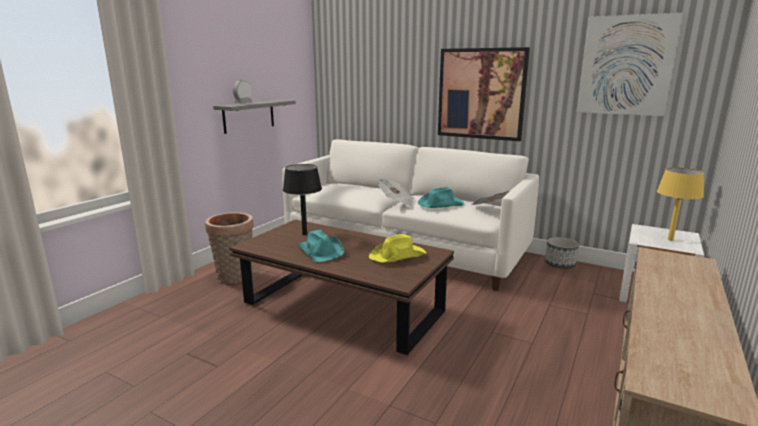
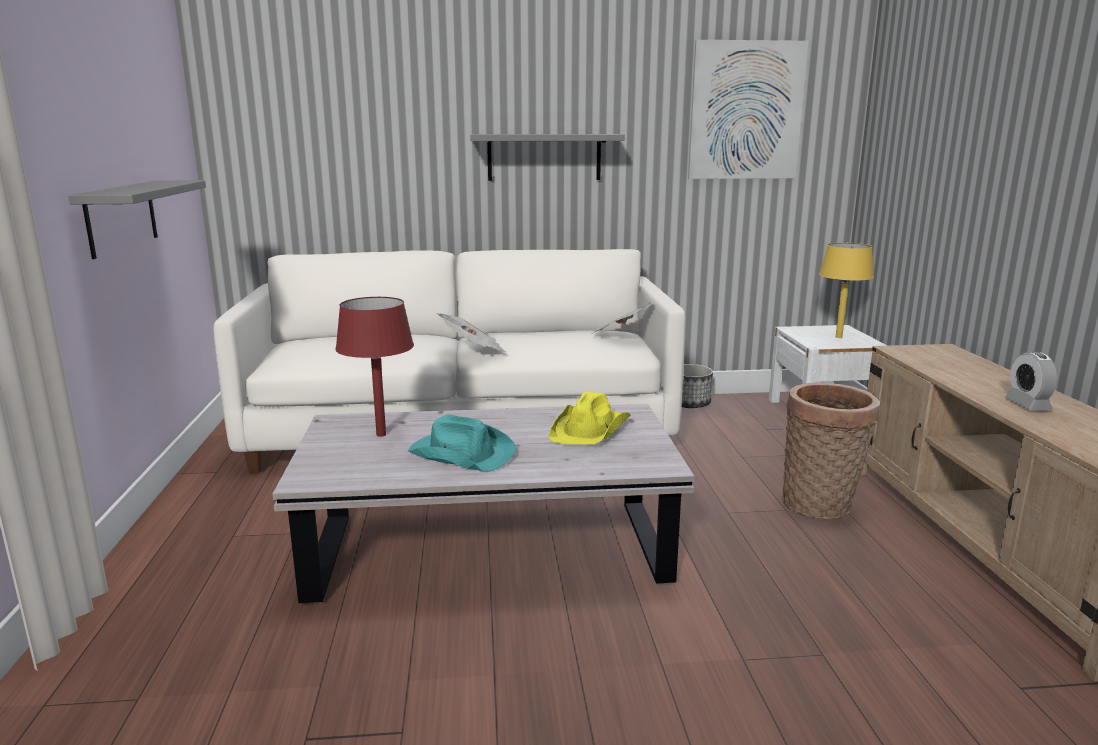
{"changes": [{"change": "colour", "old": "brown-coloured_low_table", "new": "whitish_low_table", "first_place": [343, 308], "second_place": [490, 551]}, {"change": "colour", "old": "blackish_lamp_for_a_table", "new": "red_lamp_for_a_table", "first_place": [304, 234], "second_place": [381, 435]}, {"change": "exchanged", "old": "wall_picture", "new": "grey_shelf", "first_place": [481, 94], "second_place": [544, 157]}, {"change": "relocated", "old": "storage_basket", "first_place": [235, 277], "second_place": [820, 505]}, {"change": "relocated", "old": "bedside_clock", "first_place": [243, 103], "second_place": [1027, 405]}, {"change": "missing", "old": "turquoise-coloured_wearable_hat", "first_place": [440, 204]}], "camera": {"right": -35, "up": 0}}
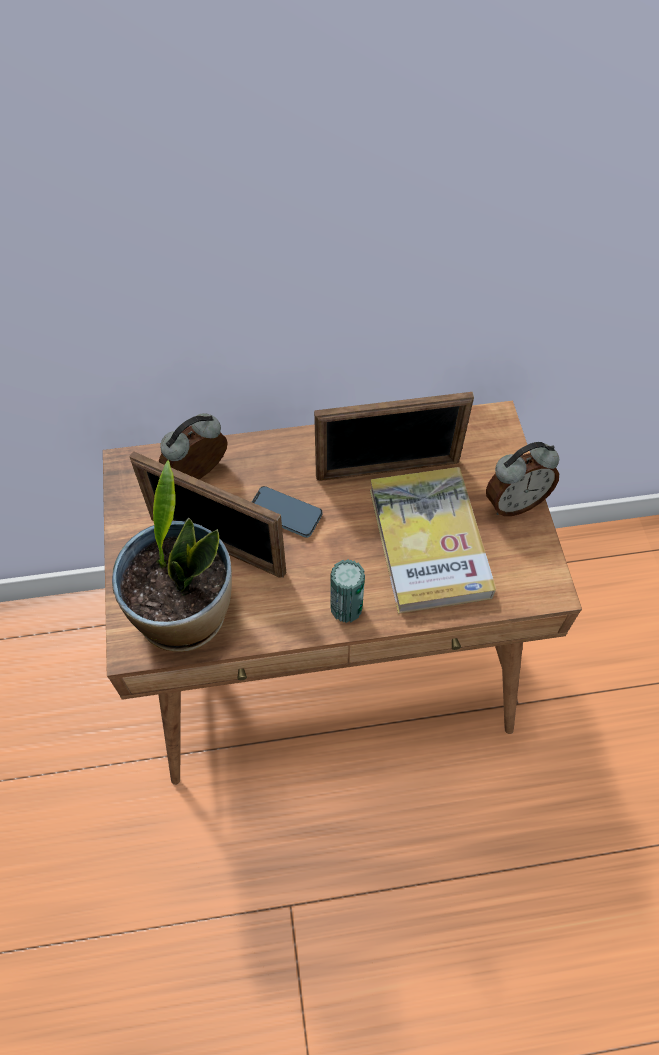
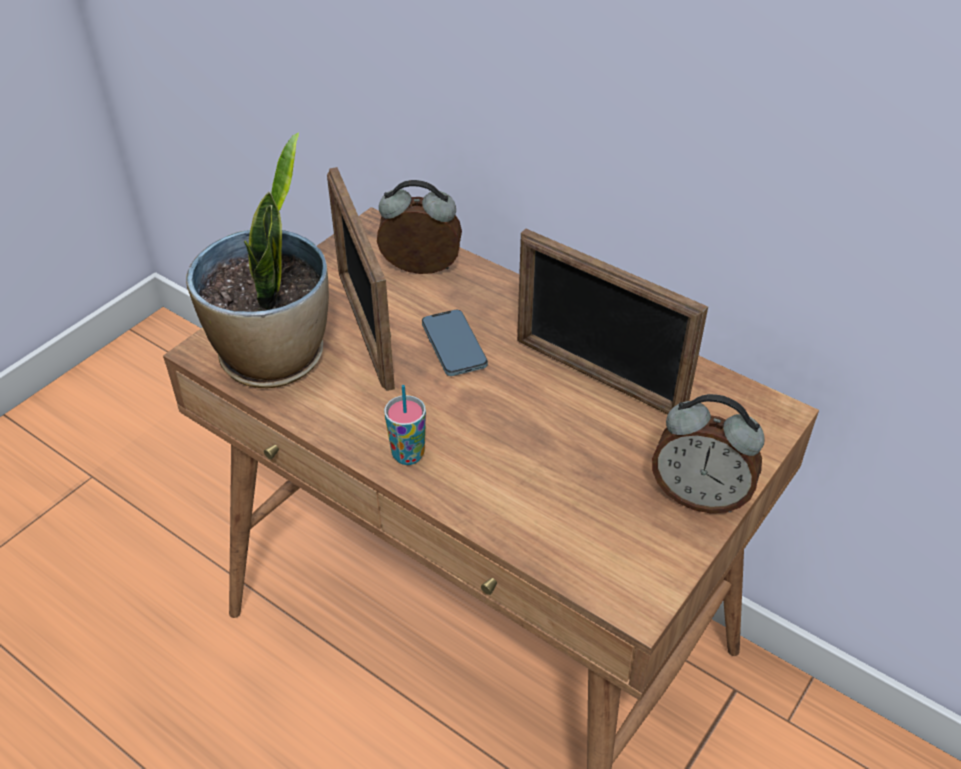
{"changes": [{"change": "exchanged", "old": "sealed_can", "new": "cup", "first_place": [346, 608], "second_place": [408, 455]}, {"change": "missing", "old": "volume", "first_place": [429, 542]}], "camera": {"right": 45, "up": -15}}
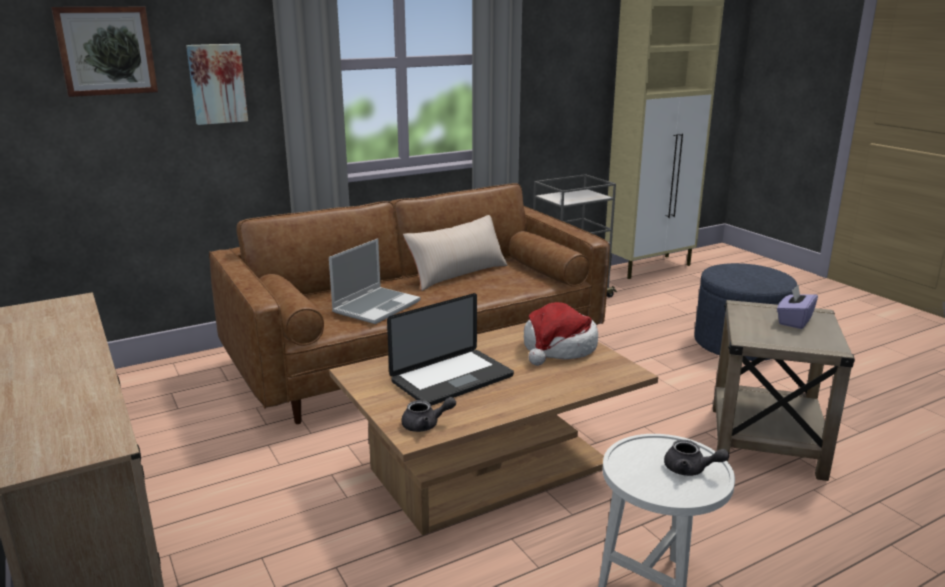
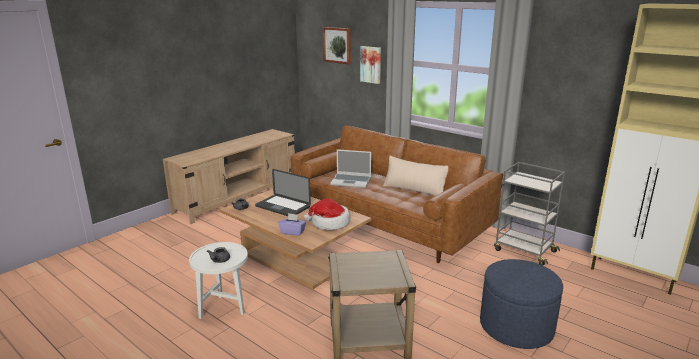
{"changes": [{"change": "relocated", "old": "purplish_tissue_box", "first_place": [794, 321], "second_place": [292, 232]}], "camera": {"right": 70, "up": 0}}
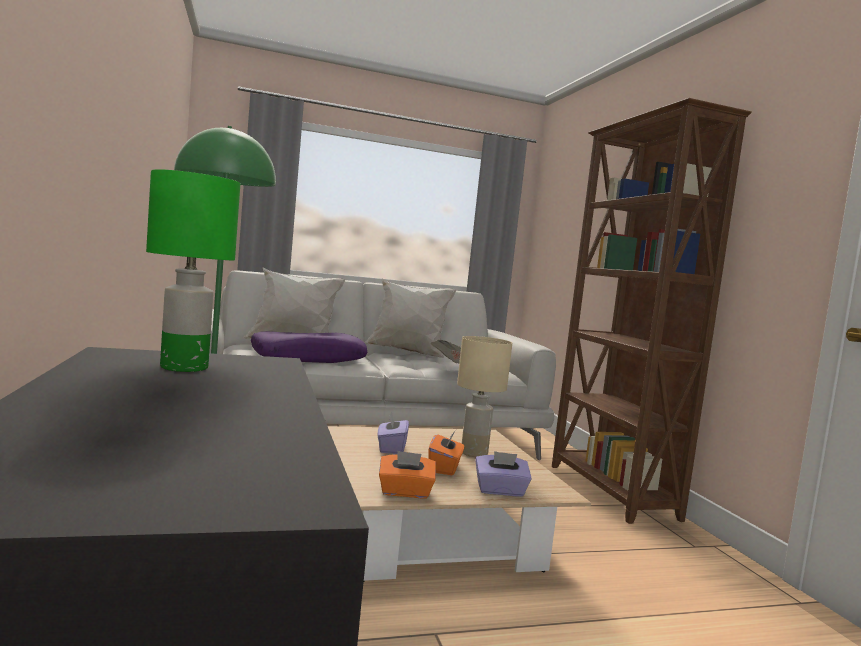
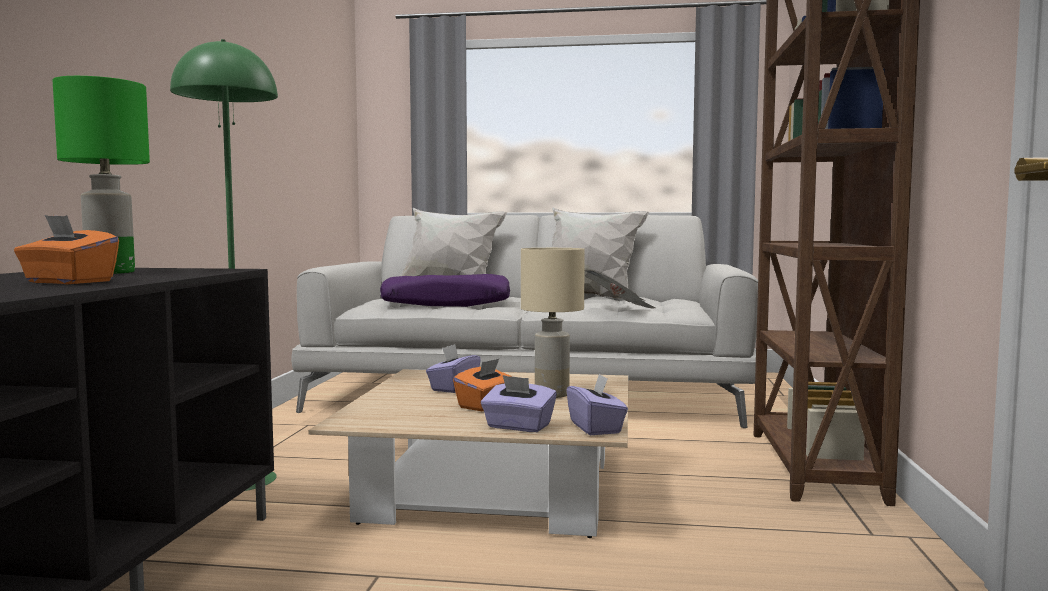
{"changes": [{"change": "relocated", "old": "orange_tissue_box", "first_place": [405, 492], "second_place": [68, 282]}, {"change": "appeared", "new": "purplish_tissue_box", "second_place": [596, 427]}], "camera": {"right": 25, "up": 0}}
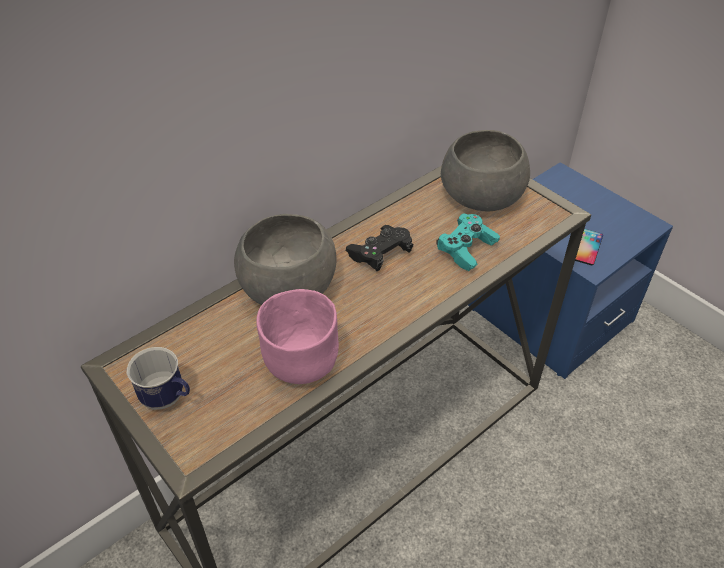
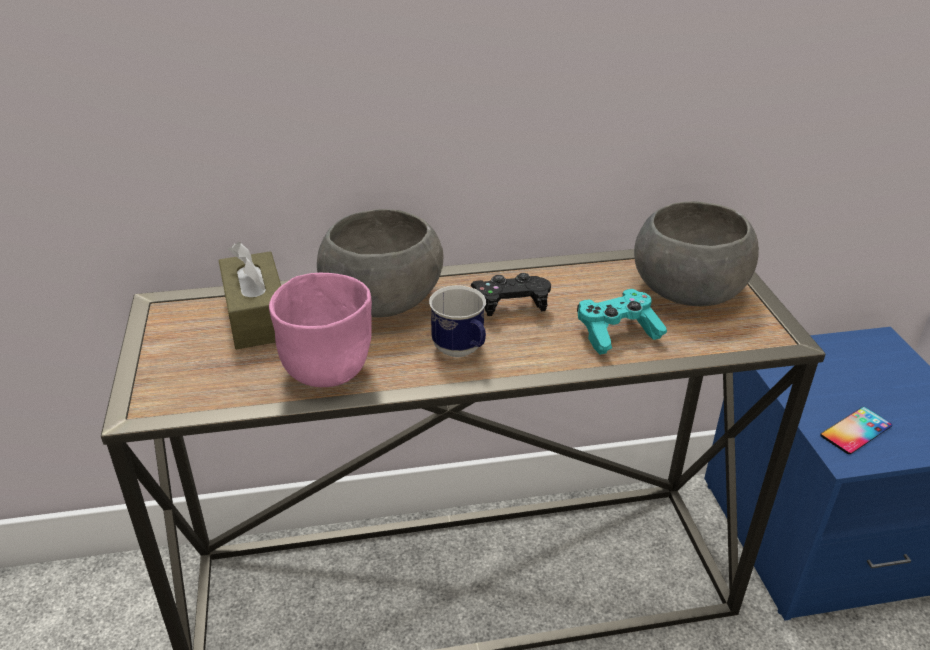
{"changes": [{"change": "appeared", "new": "brown-coloured_tissue_box", "second_place": [257, 316]}, {"change": "relocated", "old": "mug", "first_place": [168, 399], "second_place": [462, 352]}], "camera": {"right": 30, "up": -10}}
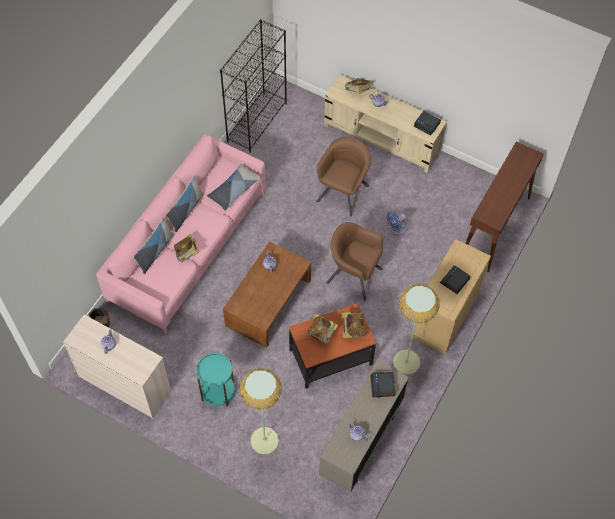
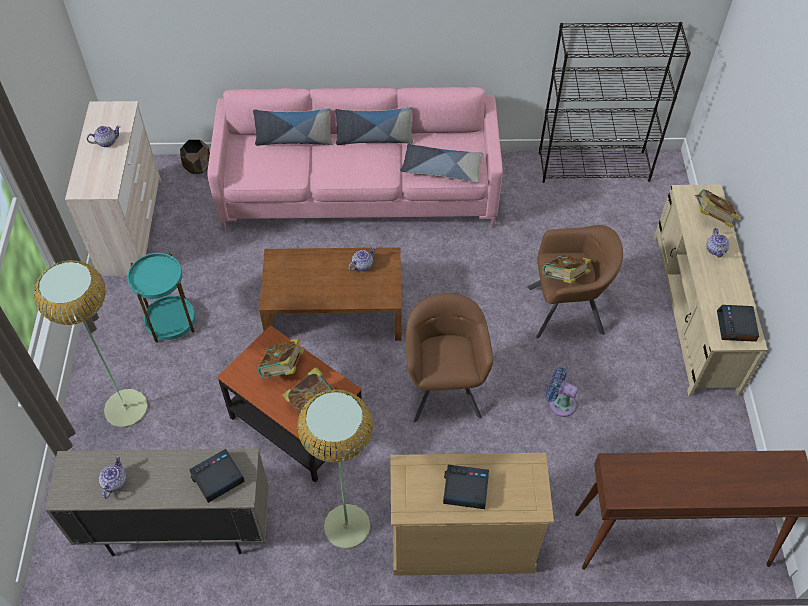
{"changes": [{"change": "relocated", "old": "volume", "first_place": [187, 254], "second_place": [564, 279]}], "camera": {"right": 60, "up": -5}}
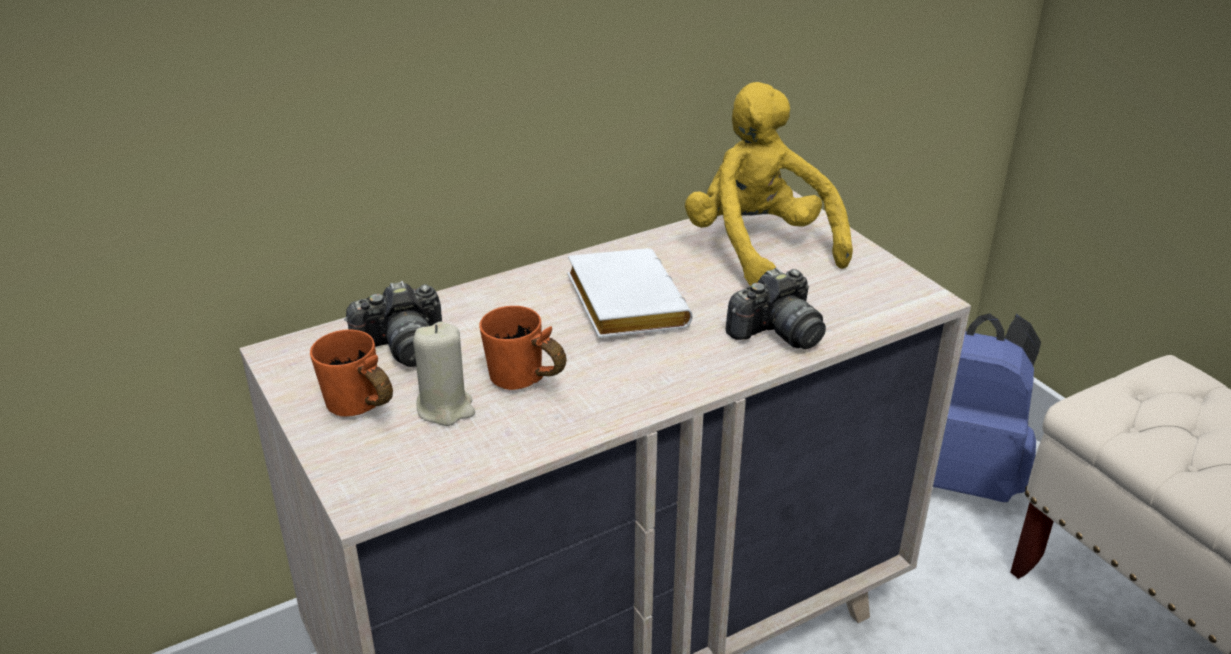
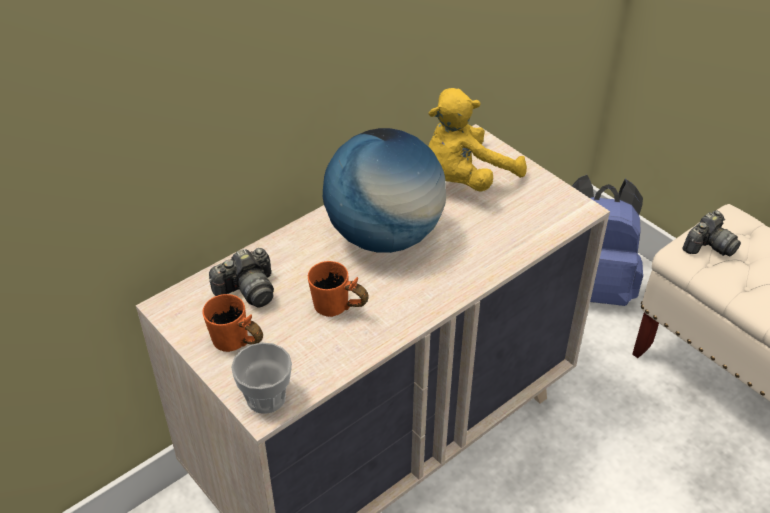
{"changes": [{"change": "appeared", "new": "cup", "second_place": [266, 398]}, {"change": "exchanged", "old": "whitish_volume", "new": "world_globe", "first_place": [621, 302], "second_place": [384, 236]}, {"change": "spun", "old": "yellow-coloured_soft_toy", "first_place": [759, 248], "second_place": [465, 179], "degrees": -90}, {"change": "relocated", "old": "photo_camera", "first_place": [777, 332], "second_place": [708, 246]}, {"change": "missing", "old": "beige_wax_candle", "first_place": [445, 408]}], "camera": {"right": -10, "up": 10}}
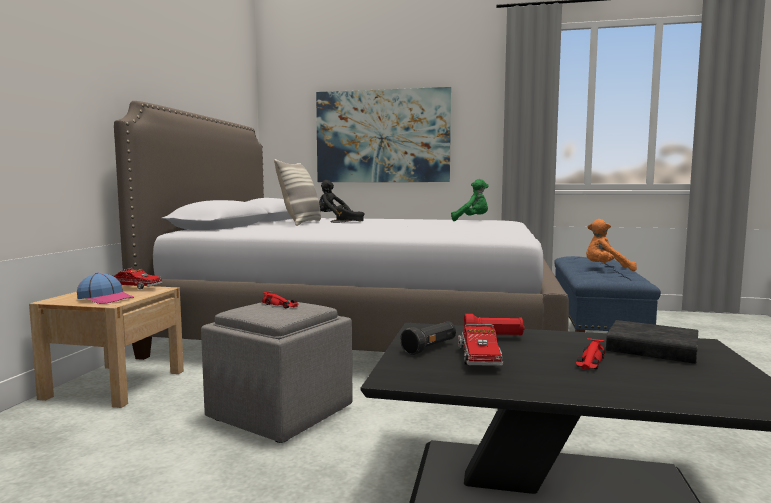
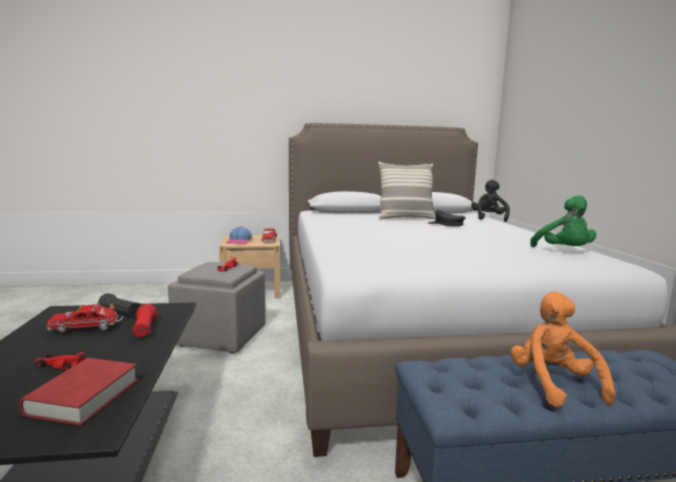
{"changes": [{"change": "colour", "old": "blackish_volume", "new": "red_volume", "first_place": [651, 349], "second_place": [84, 397]}, {"change": "missing", "old": "wall_picture", "first_place": [382, 136]}], "camera": {"right": 70, "up": 5}}
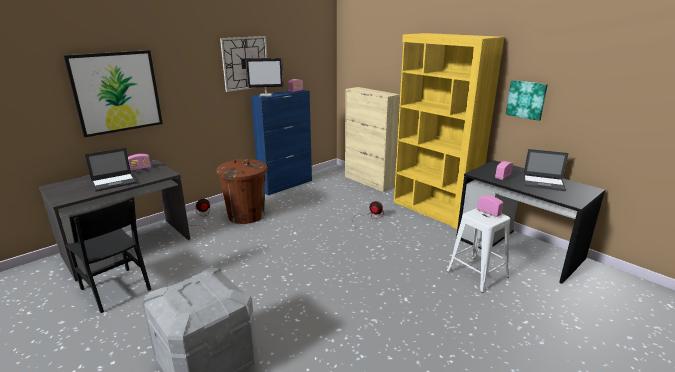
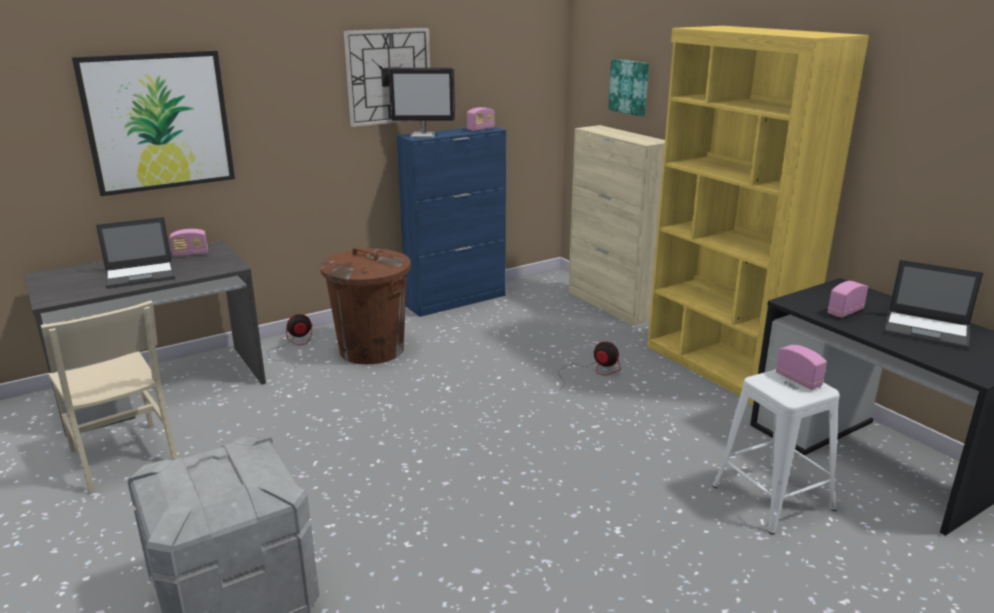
{"changes": [{"change": "colour", "old": "blackish_upright_chair", "new": "beige_upright_chair", "first_place": [115, 289], "second_place": [123, 456]}, {"change": "relocated", "old": "wall_picture", "first_place": [526, 99], "second_place": [630, 87]}], "camera": {"right": 10, "up": 0}}
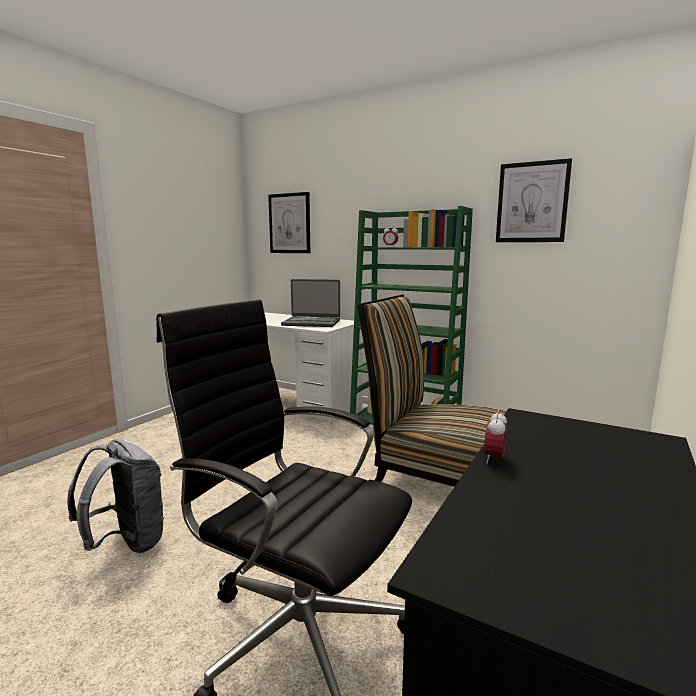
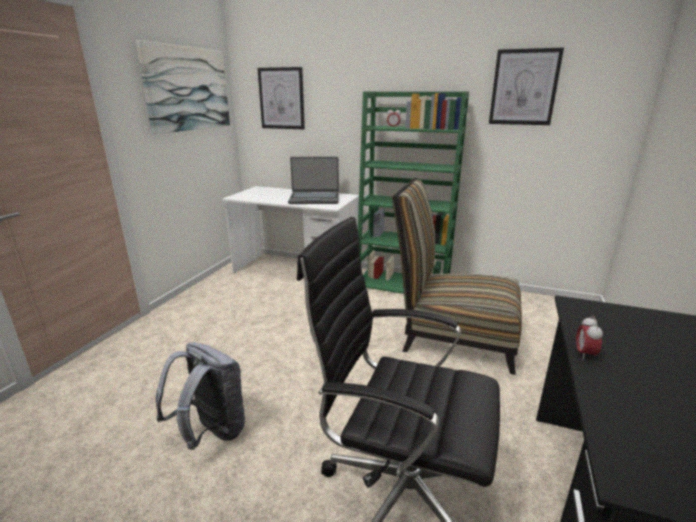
{"changes": [{"change": "appeared", "new": "wall_picture", "second_place": [188, 89]}], "camera": {"right": -10, "up": 10}}
